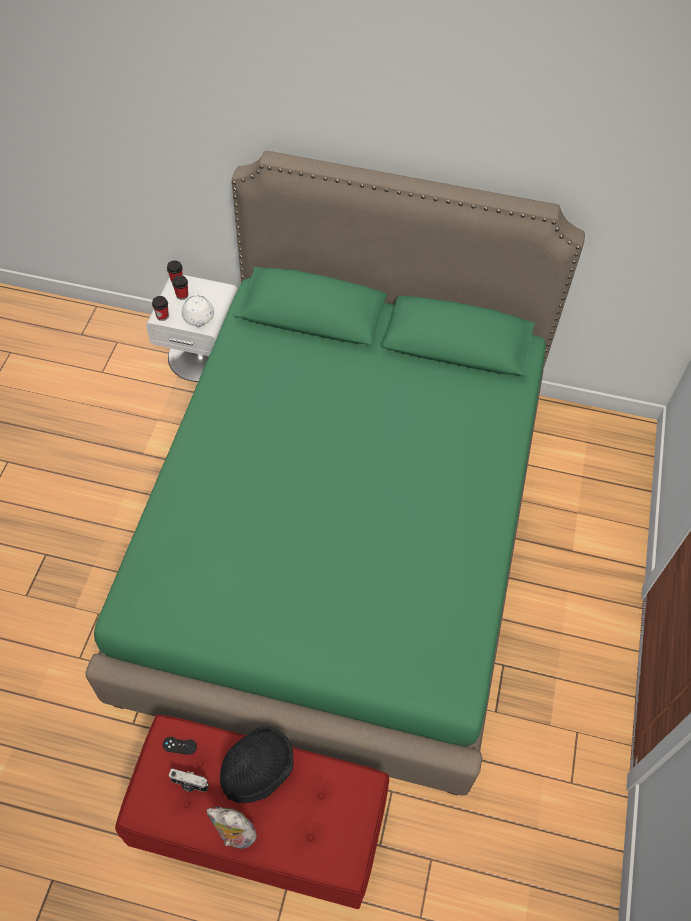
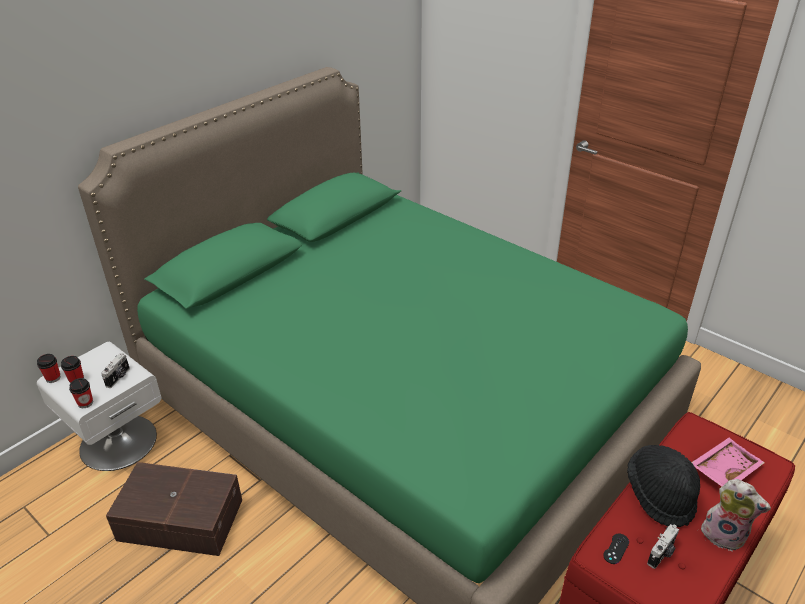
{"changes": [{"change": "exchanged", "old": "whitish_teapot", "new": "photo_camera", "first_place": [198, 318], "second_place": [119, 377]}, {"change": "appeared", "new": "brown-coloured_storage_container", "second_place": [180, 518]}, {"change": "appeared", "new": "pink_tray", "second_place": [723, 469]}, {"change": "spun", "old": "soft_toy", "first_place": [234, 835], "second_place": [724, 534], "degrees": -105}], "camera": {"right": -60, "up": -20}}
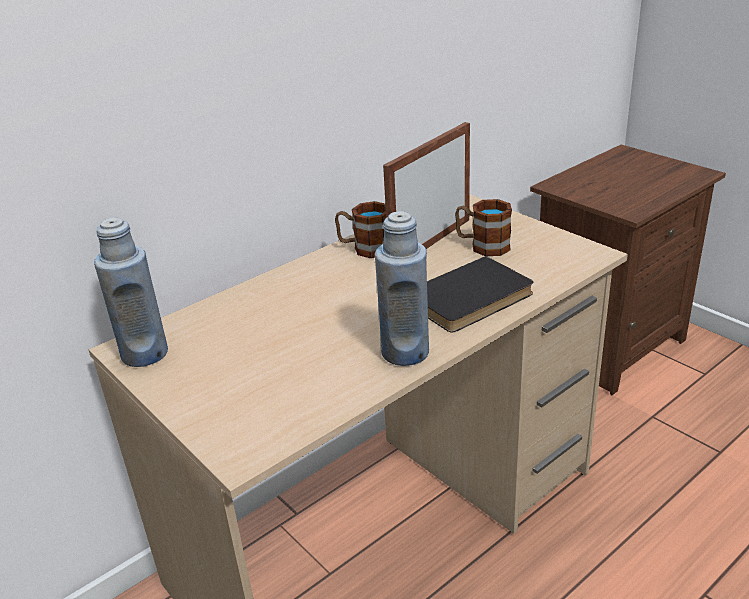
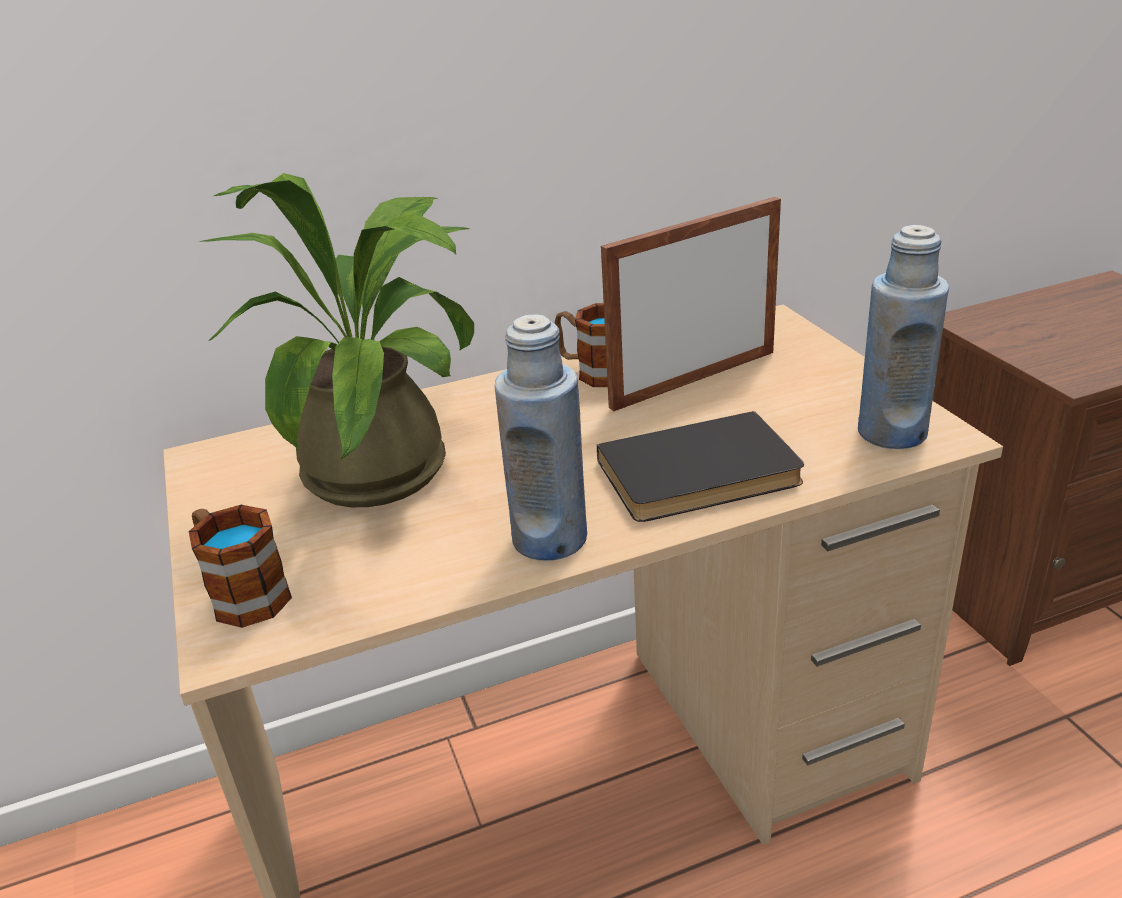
{"changes": [{"change": "relocated", "old": "mug", "first_place": [482, 246], "second_place": [242, 592]}, {"change": "appeared", "new": "potted_plant", "second_place": [390, 463]}, {"change": "relocated", "old": "blue_drink_bottle", "first_place": [144, 354], "second_place": [891, 433]}], "camera": {"right": 20, "up": 0}}
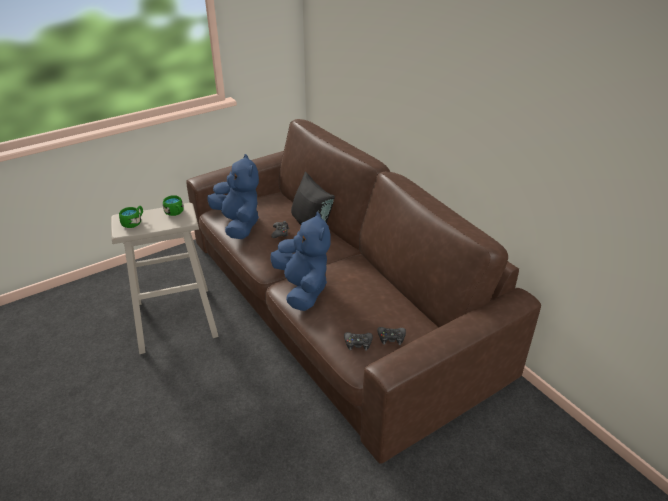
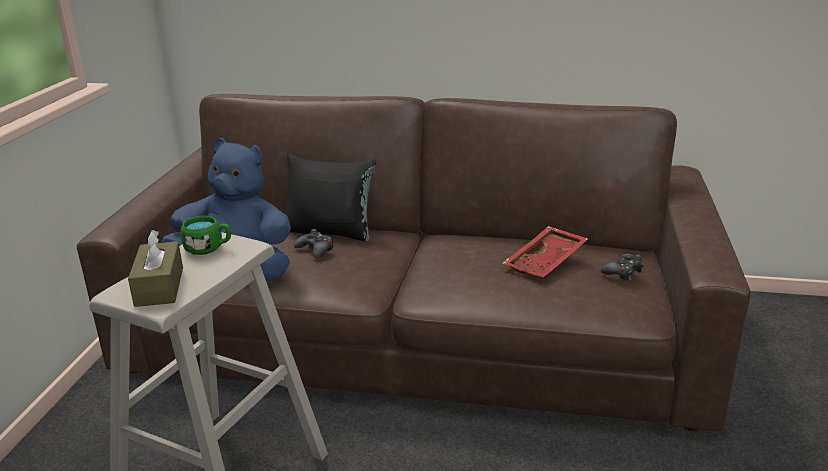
{"changes": [{"change": "exchanged", "old": "green_mug", "new": "brown-coloured_tissue_box", "first_place": [134, 222], "second_place": [159, 286]}, {"change": "appeared", "new": "red_tray", "second_place": [546, 262]}, {"change": "missing", "old": "blue_soft_toy", "first_place": [303, 289]}, {"change": "missing", "old": "blackish_game_controller", "first_place": [358, 343]}], "camera": {"right": -45, "up": -10}}
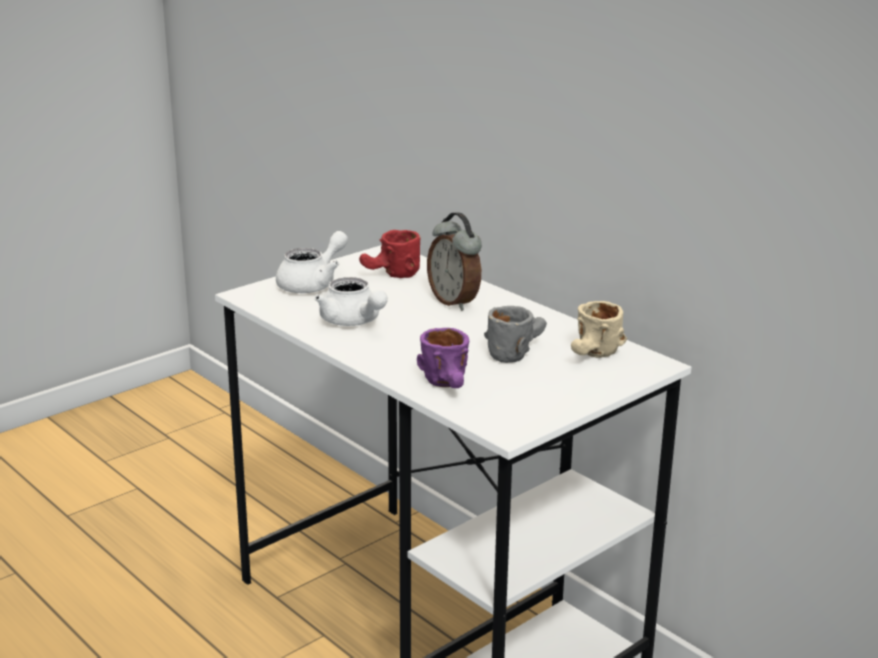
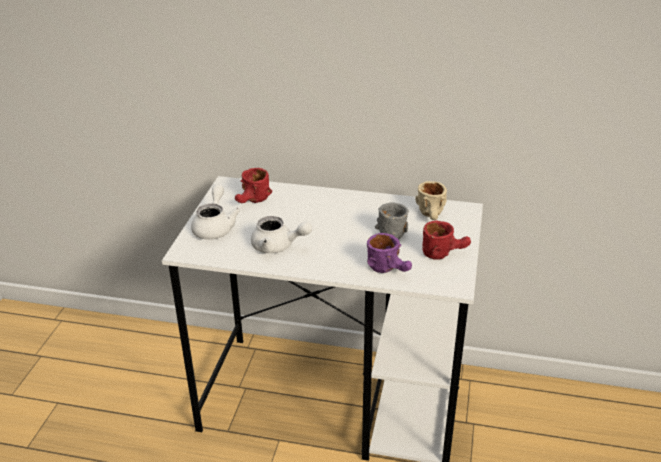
{"changes": [{"change": "appeared", "new": "red_mug", "second_place": [444, 252]}, {"change": "missing", "old": "bedside_clock", "first_place": [455, 302]}], "camera": {"right": -35, "up": 10}}
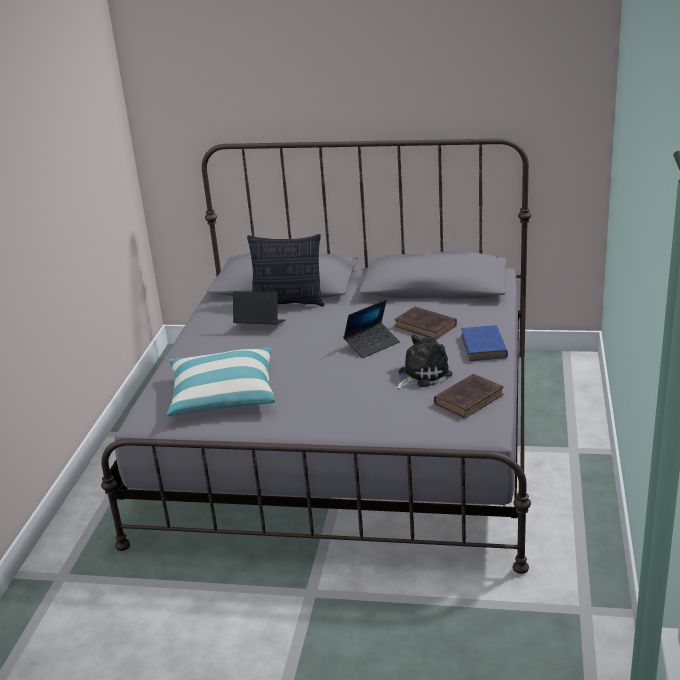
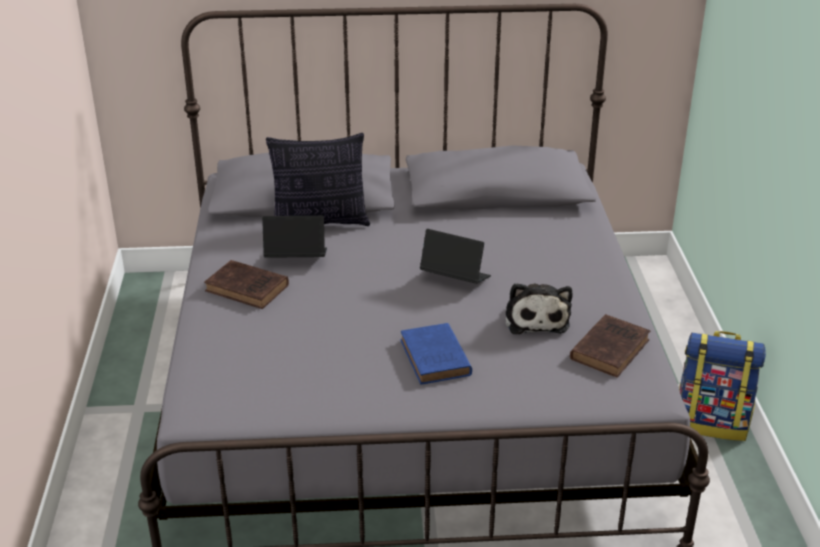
{"changes": [{"change": "relocated", "old": "brown-coloured_volume", "first_place": [426, 326], "second_place": [249, 289]}, {"change": "relocated", "old": "blue_volume", "first_place": [484, 347], "second_place": [436, 359]}, {"change": "spun", "old": "notebook_computer", "first_place": [372, 345], "second_place": [455, 278], "degrees": -105}, {"change": "spun", "old": "soft_toy", "first_place": [421, 375], "second_place": [536, 318], "degrees": 135}, {"change": "appeared", "new": "knapsack", "second_place": [712, 422]}, {"change": "missing", "old": "cushion", "first_place": [223, 395]}], "camera": {"right": -15, "up": 5}}
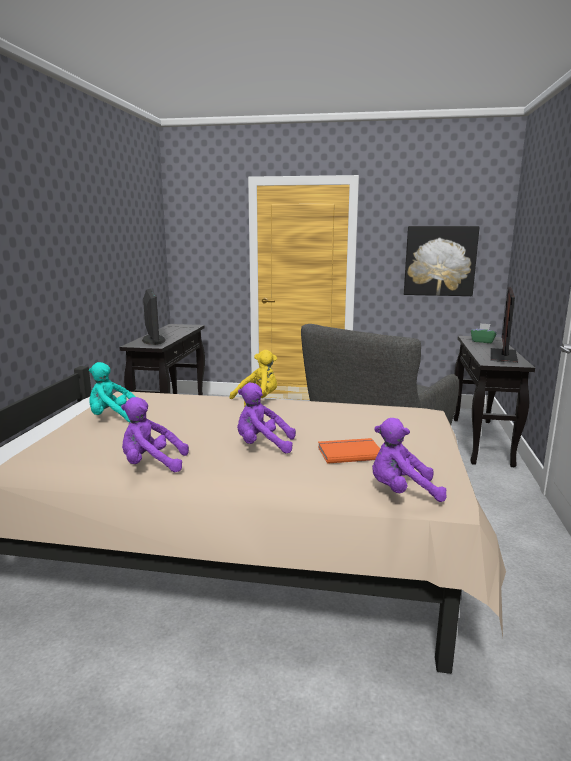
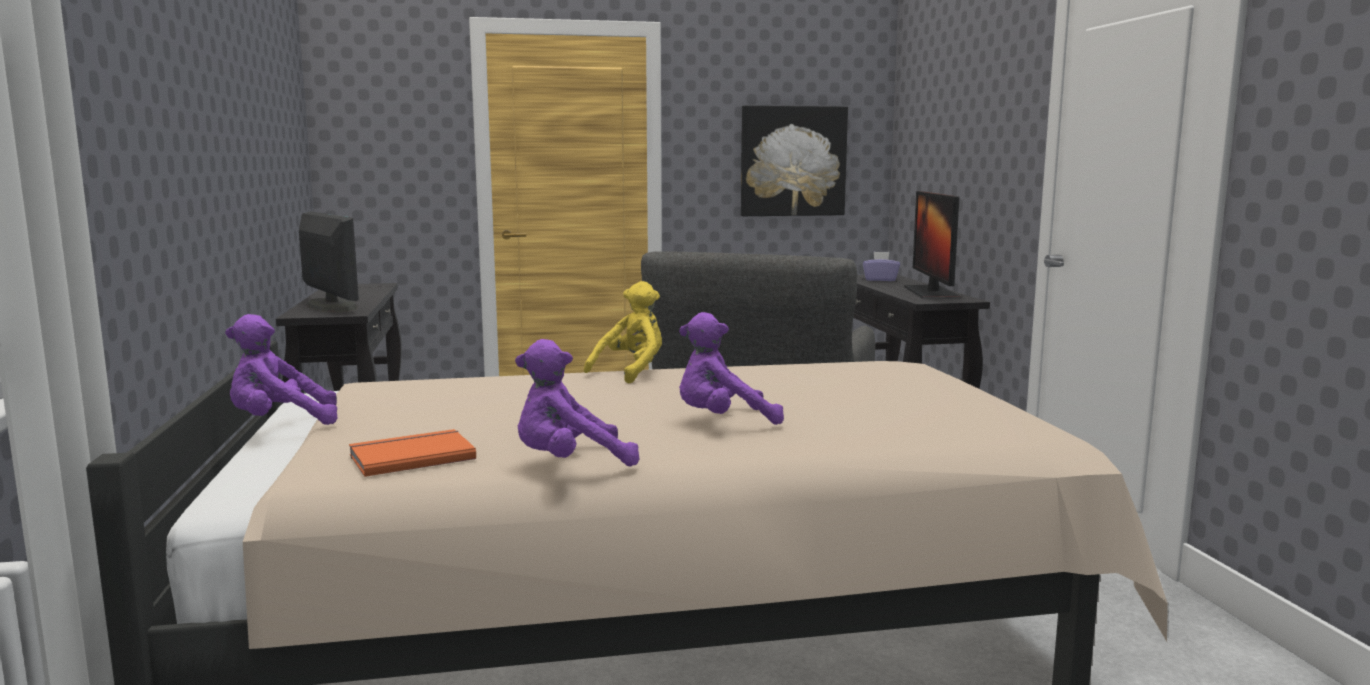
{"changes": [{"change": "relocated", "old": "purplish_soft_toy", "first_place": [402, 492], "second_place": [280, 423]}, {"change": "relocated", "old": "orange_volume", "first_place": [349, 452], "second_place": [411, 456]}, {"change": "colour", "old": "green_tissue_box", "new": "purplish_tissue_box", "first_place": [482, 341], "second_place": [880, 279]}, {"change": "missing", "old": "turquoise-coloured_soft_toy", "first_place": [113, 417]}], "camera": {"right": -20, "up": -5}}
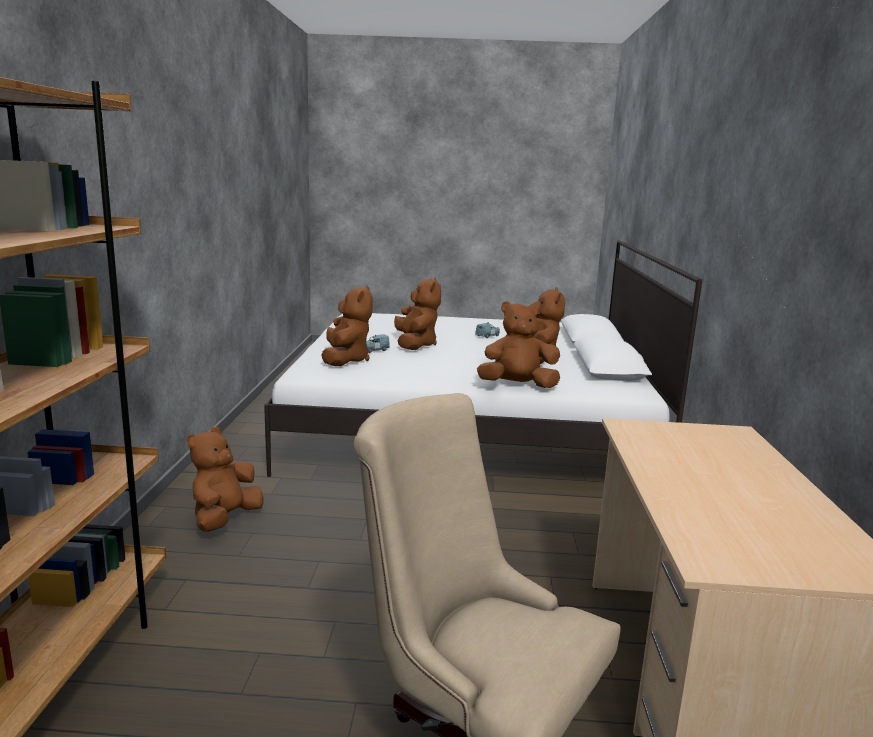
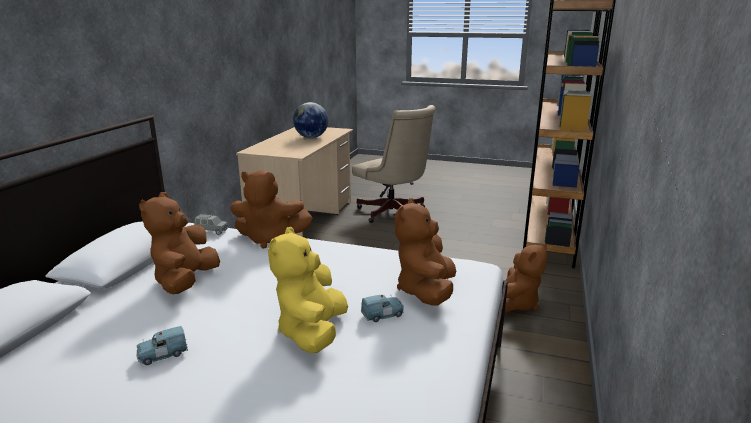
{"changes": [{"change": "appeared", "new": "grey_miniature_car", "second_place": [211, 231]}, {"change": "colour", "old": "brown-coloured_soft_toy", "new": "yellow-coloured_soft_toy", "first_place": [415, 345], "second_place": [312, 332]}, {"change": "appeared", "new": "world_globe", "second_place": [311, 137]}], "camera": {"right": -165, "up": 5}}
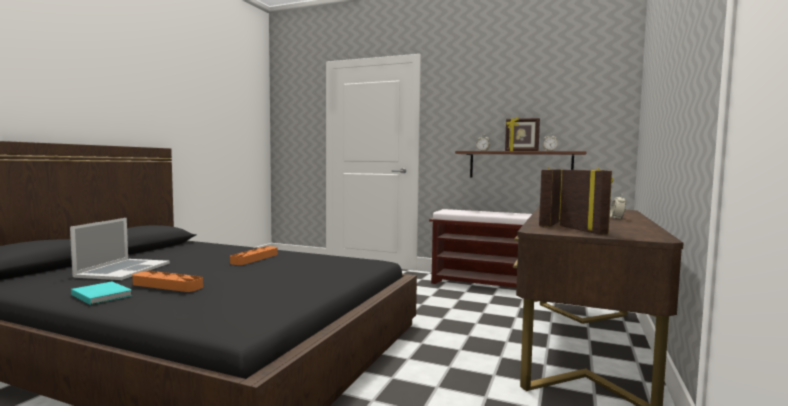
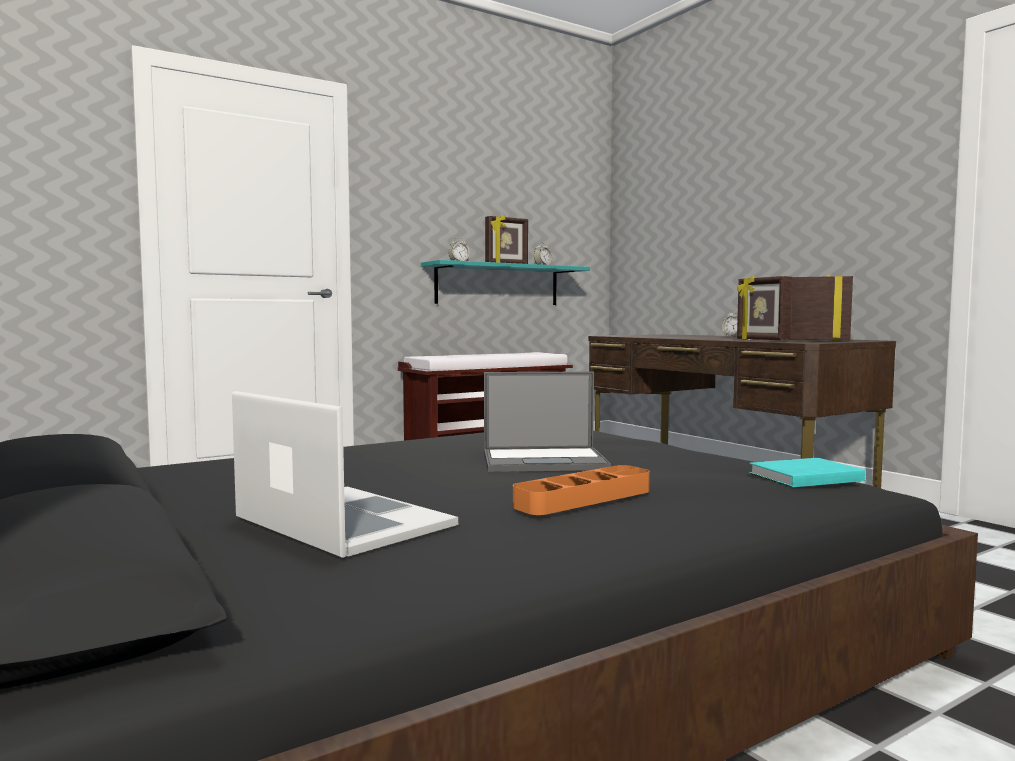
{"changes": [{"change": "colour", "old": "brown-coloured_shelf", "new": "turquoise-coloured_shelf", "first_place": [520, 165], "second_place": [498, 285]}, {"change": "appeared", "new": "notebook_computer", "second_place": [545, 461]}, {"change": "relocated", "old": "turquoise-coloured_volume", "first_place": [102, 295], "second_place": [802, 477]}, {"change": "missing", "old": "orange_tray", "first_place": [255, 258]}], "camera": {"right": -55, "up": 0}}
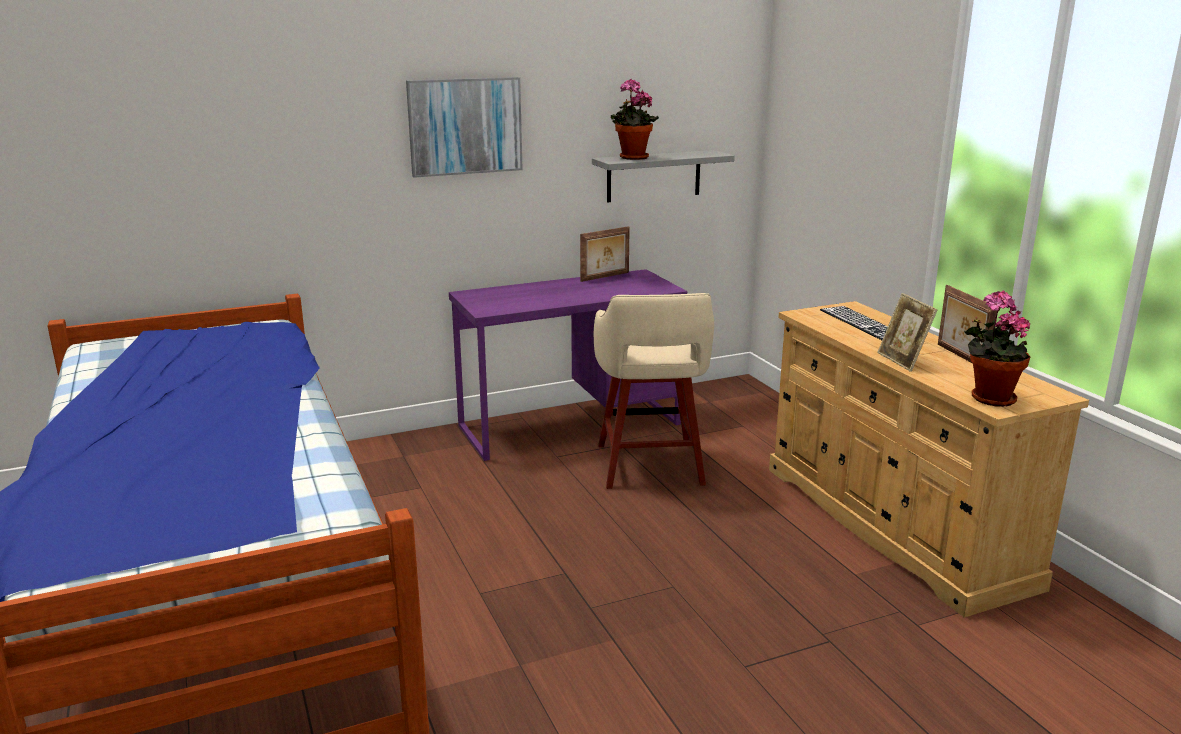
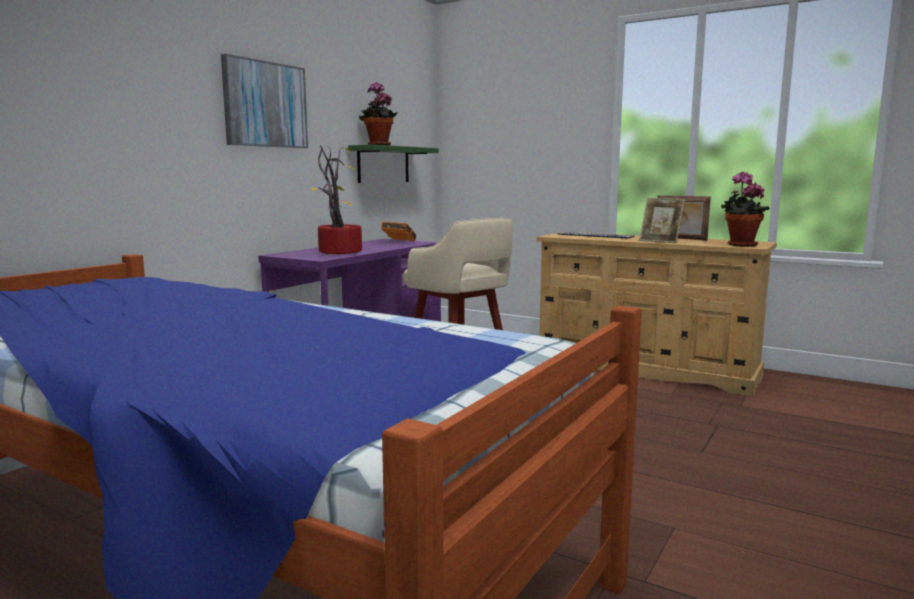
{"changes": [{"change": "appeared", "new": "potted_plant", "second_place": [337, 253]}, {"change": "colour", "old": "grey_shelf", "new": "green_shelf", "first_place": [654, 176], "second_place": [383, 164]}, {"change": "appeared", "new": "orange_volume", "second_place": [398, 242]}, {"change": "missing", "old": "photo_frame", "first_place": [605, 277]}], "camera": {"right": -35, "up": -10}}
